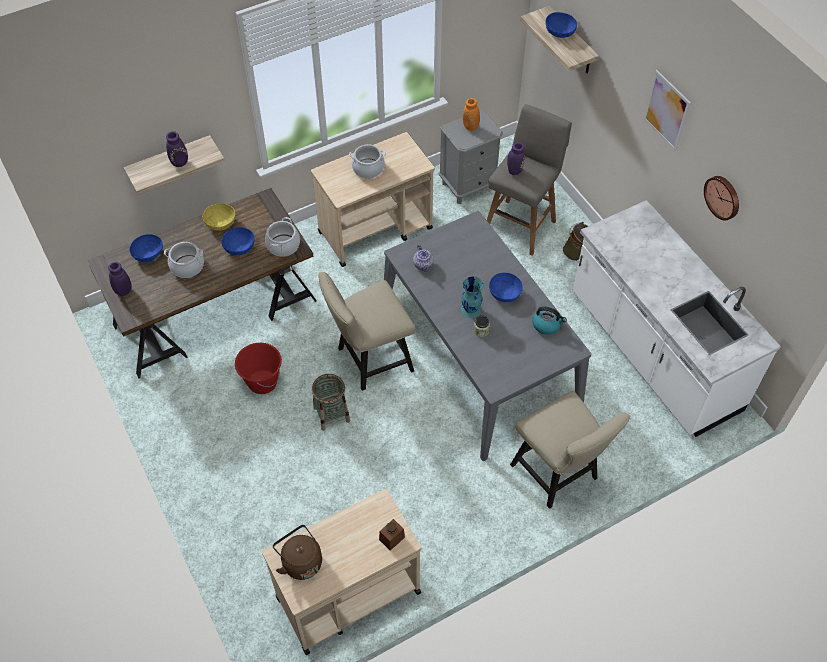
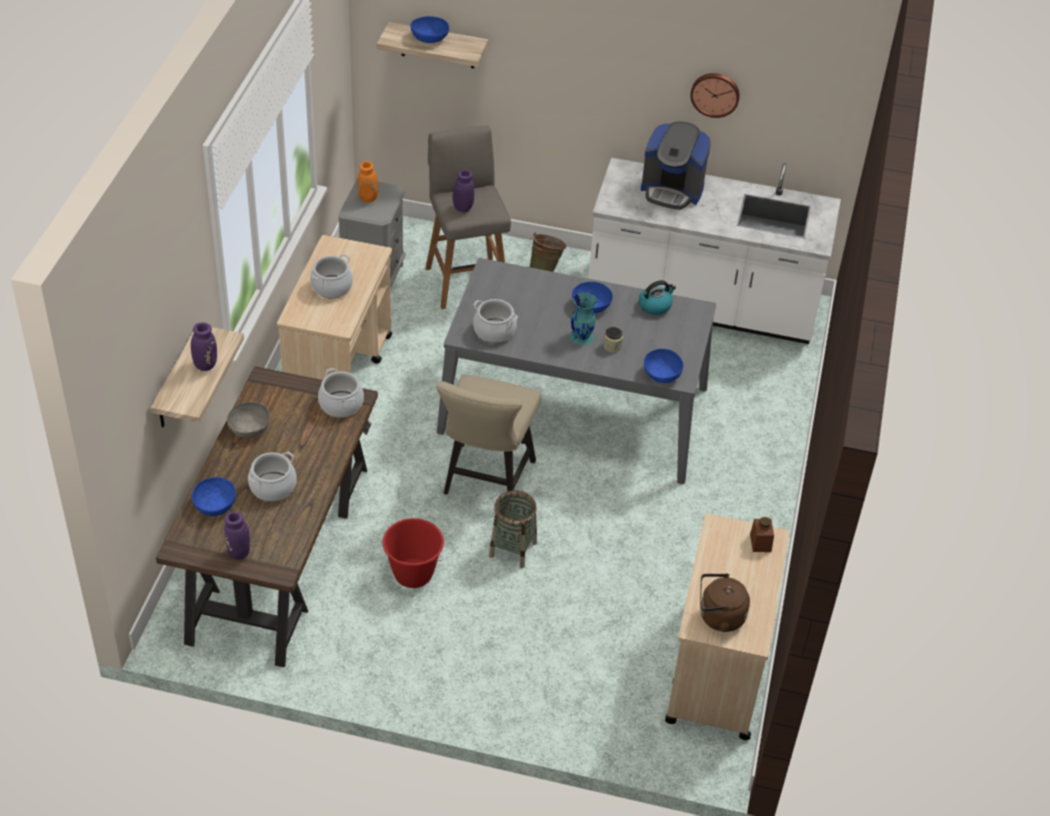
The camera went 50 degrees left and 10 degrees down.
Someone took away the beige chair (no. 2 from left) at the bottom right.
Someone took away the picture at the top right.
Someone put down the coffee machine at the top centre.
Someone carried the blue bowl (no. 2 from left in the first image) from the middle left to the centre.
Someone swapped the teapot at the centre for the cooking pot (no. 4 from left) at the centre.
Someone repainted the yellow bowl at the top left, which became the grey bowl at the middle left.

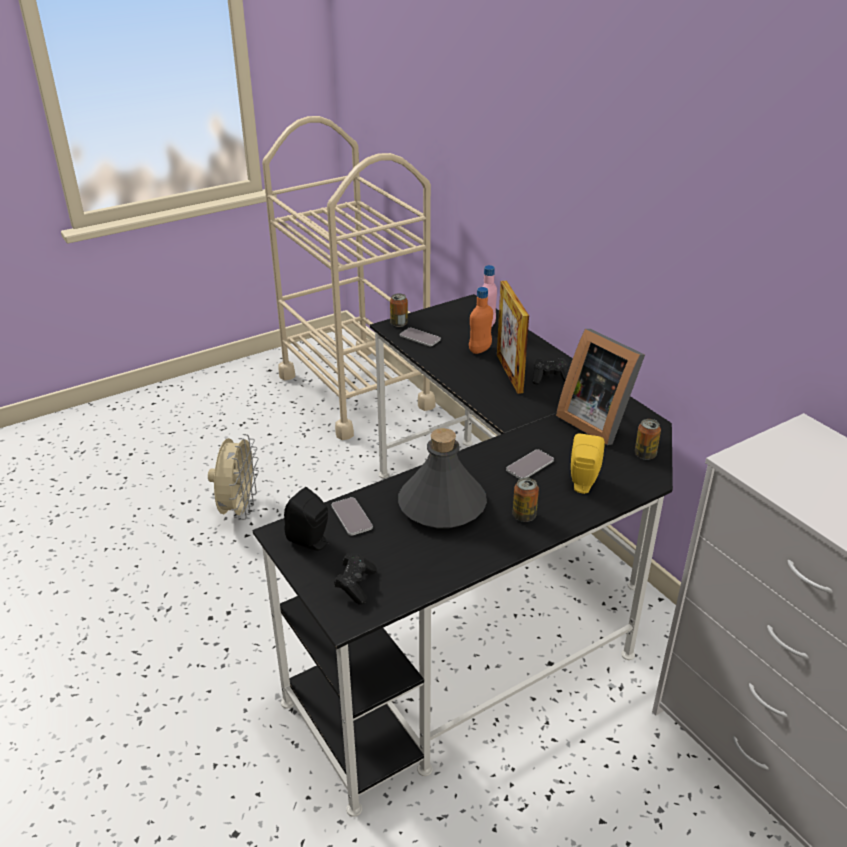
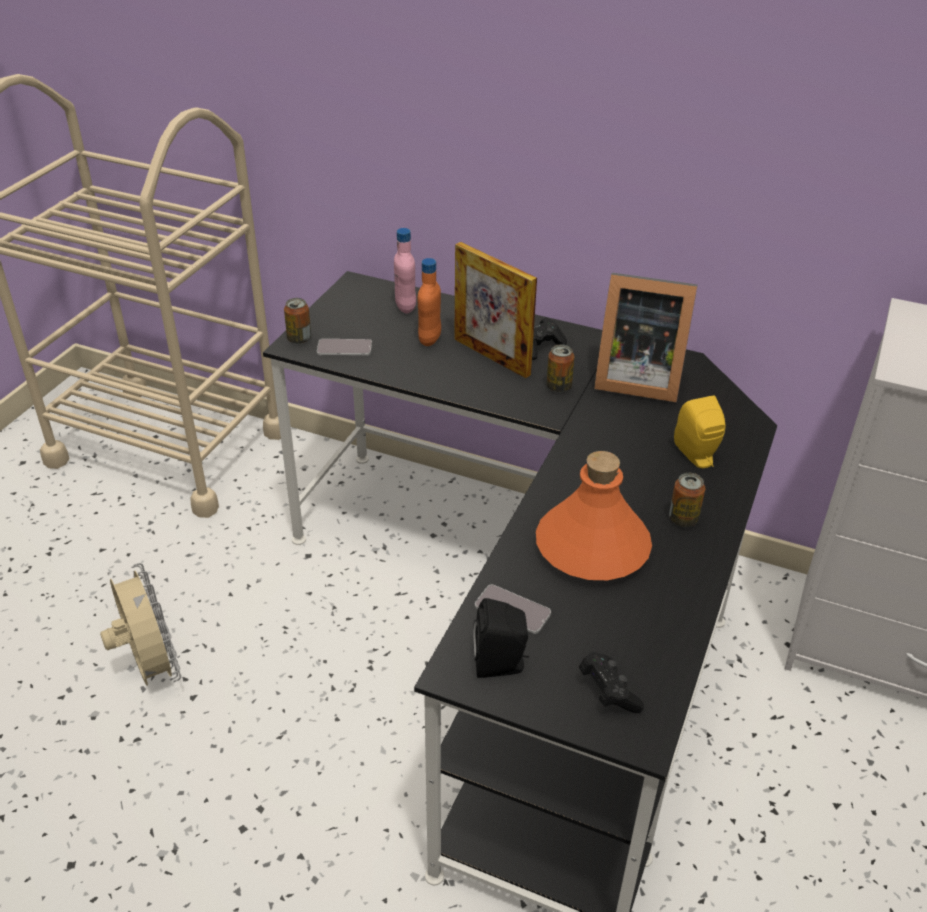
The camera went 35 degrees left and 5 degrees up.
Someone took away the phone (no. 3 from left) at the centre.
Someone carried the can (no. 3 from left in the first image) from the middle right to the centre.
Someone repainted the grey bottle at the centre, which became the orange bottle (no. 2 from left) at the centre.

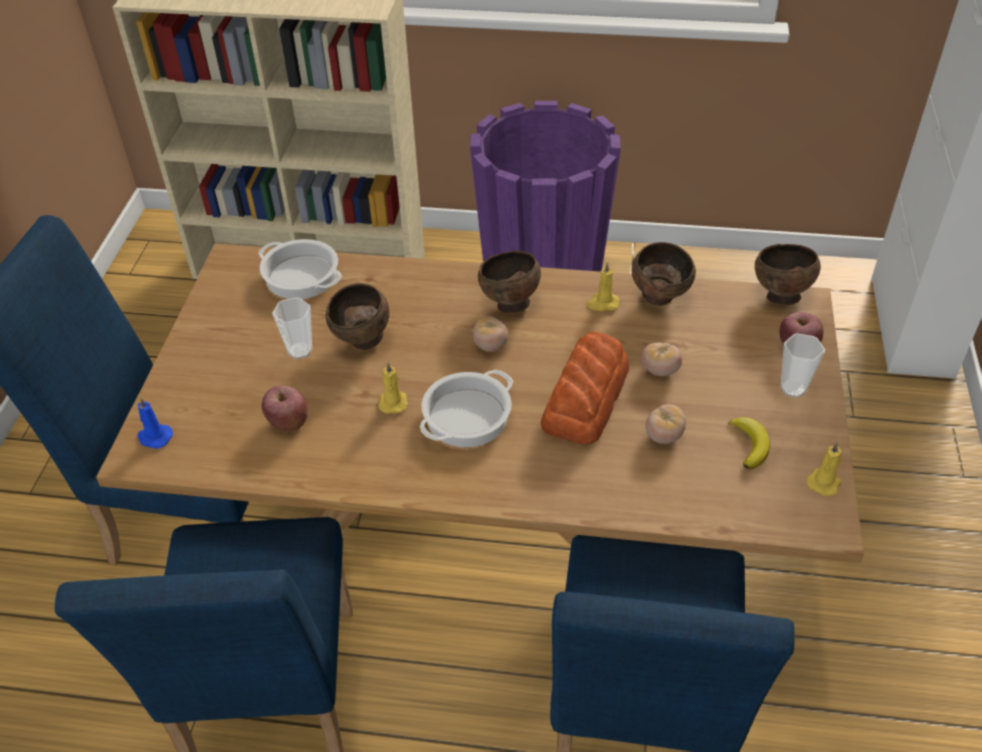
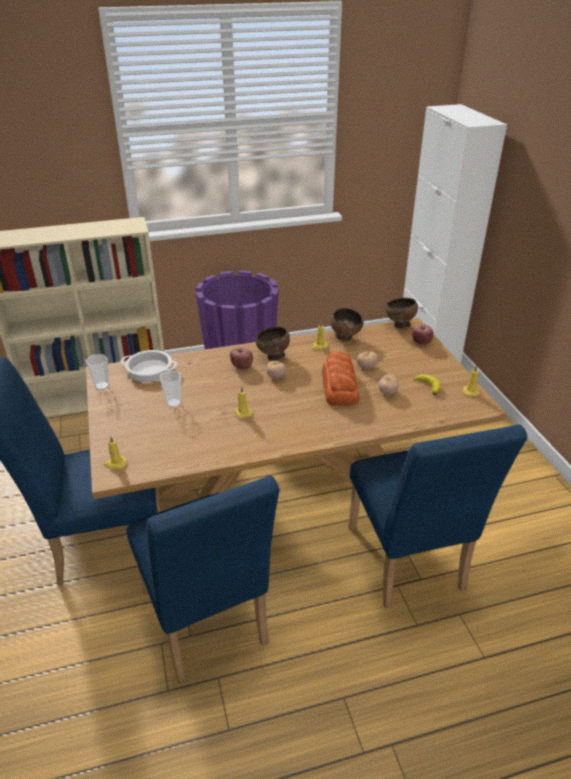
The camera went 25 degrees left and 10 degrees down.
Someone took away the brown bowl (no. 1 from left) at the centre.
Someone took away the cooking pot (no. 2 from left) at the centre.
Someone carried the apple (no. 1 from left) from the middle left to the centre.
Someone carried the cup (no. 2 from left in the first image) from the middle right to the middle left.
Someone repainted the blue candle at the middle left, which became the yellow candle (no. 1 from left) at the middle left.

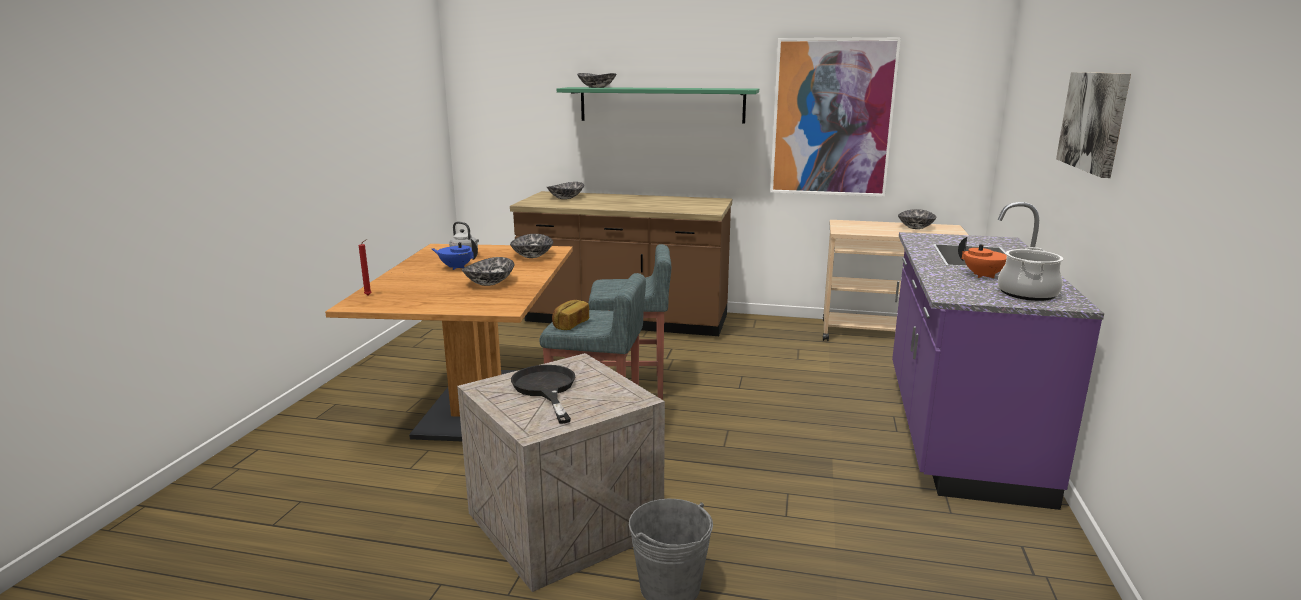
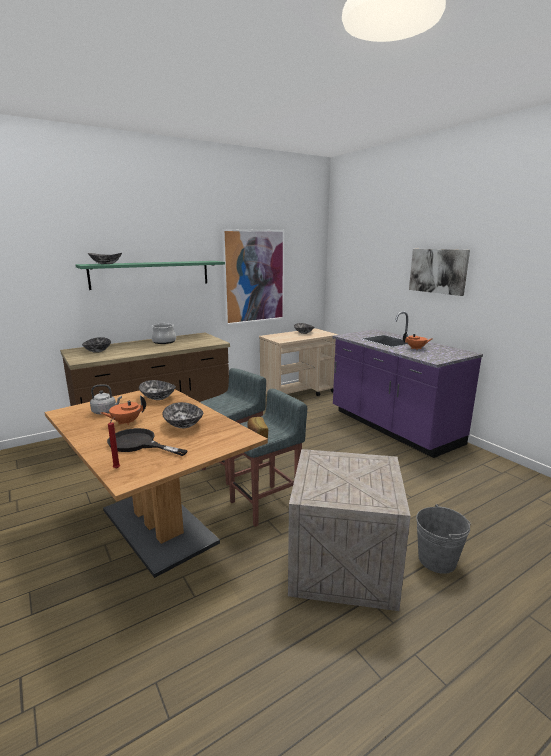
The camera went 45 degrees left and 0 degrees up.
Someone carried the black frying pan from the centre to the middle left.
Someone carried the cooking pot from the middle right to the middle left.
Someone repainted the blue teapot at the centre, which became the orange teapot (no. 1 from left) at the middle left.

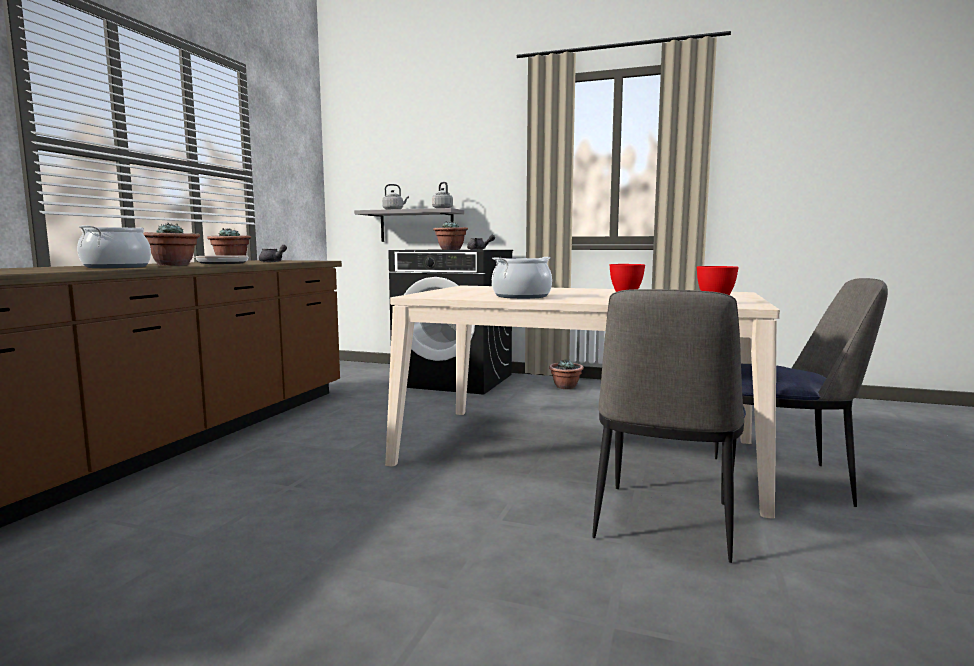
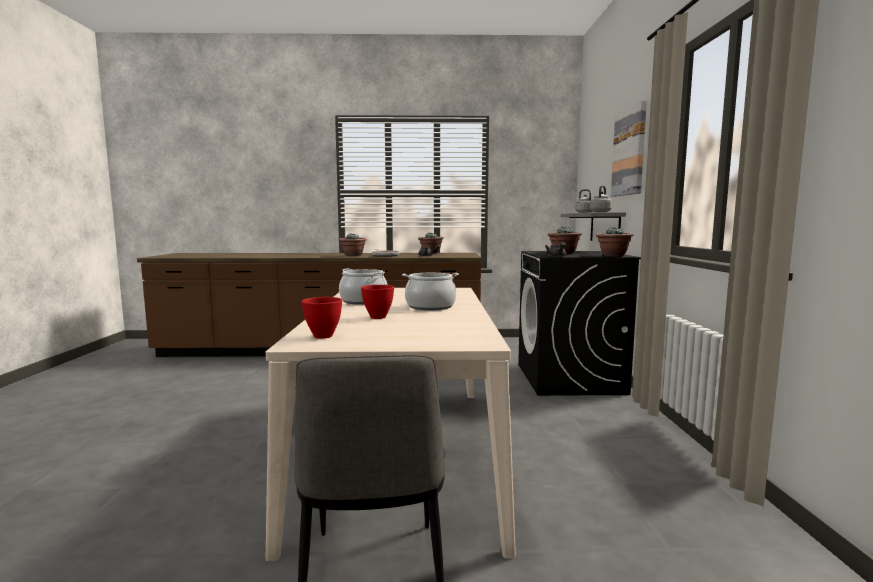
The camera went 70 degrees right and 0 degrees up.
Someone took away the chair (no. 1 from left) at the middle right.
Someone put up the picture at the top right.
Someone carried the cooking pot (no. 1 from left in the first image) from the middle left to the centre.
Someone carried the potted plant (no. 4 from left) from the centre to the middle right.

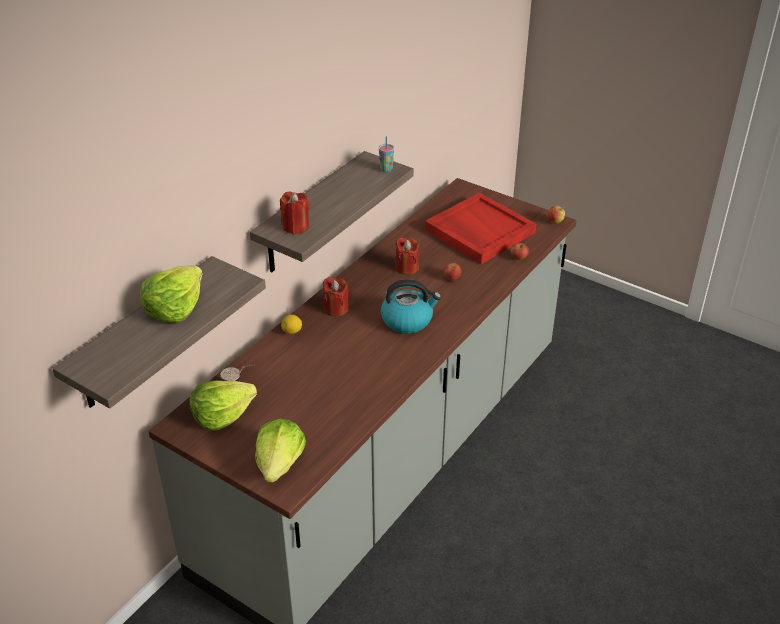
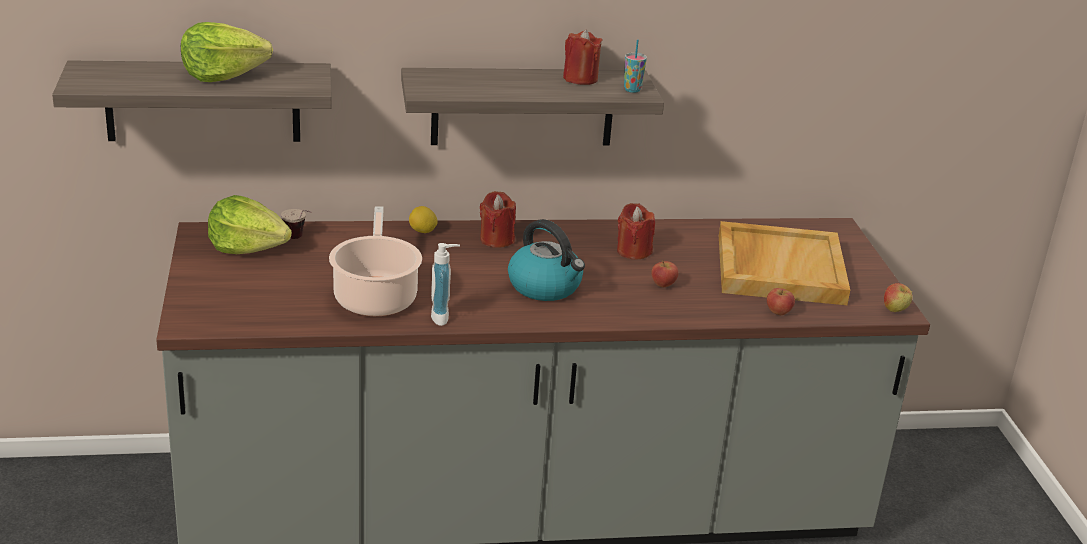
The camera went 45 degrees right and 10 degrees down.
Someone took away the lettuce (no. 3 from left) at the bottom centre.
Someone put down the cooking pot at the centre.
Someone put down the soap dispenser at the centre.
Someone carried the red candle (no. 1 from left in the first image) from the centre to the top centre.
Someone repainted the red tray at the centre, which became the beige tray at the middle right.

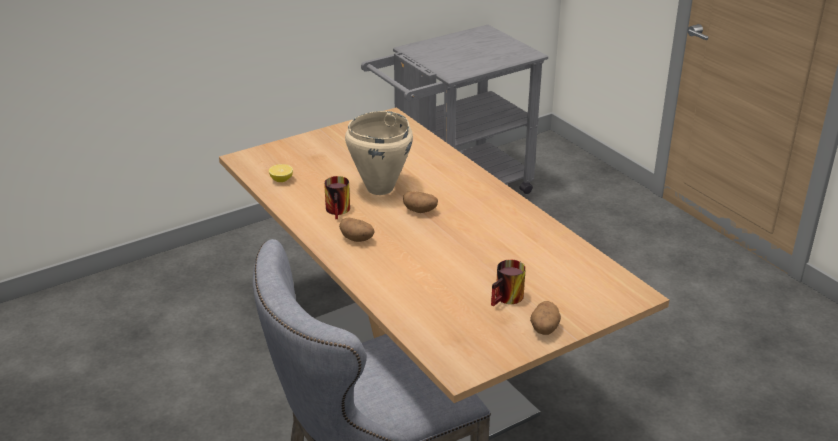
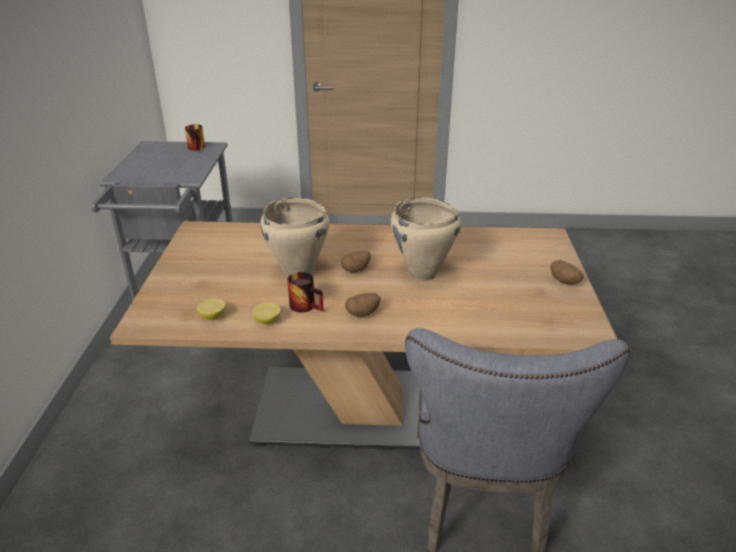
The camera went 55 degrees left and 0 degrees up.
Someone put down the lemon (no. 2 from left) at the centre.
Someone put down the beige cooking pot (no. 2 from left) at the centre.
Someone carried the mug (no. 2 from left in the first image) from the centre to the top left.

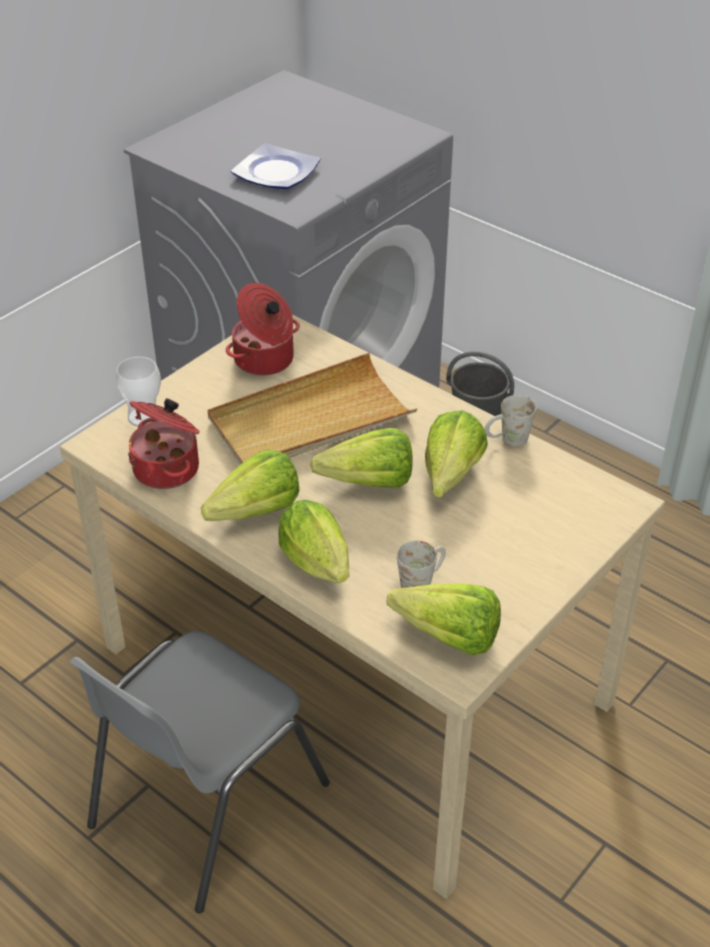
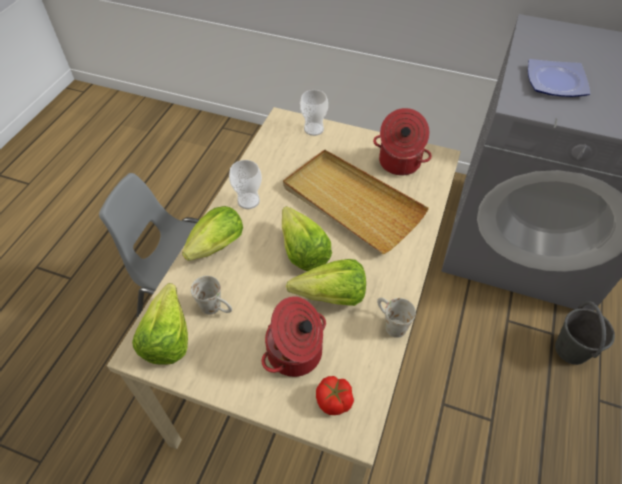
The camera went 70 degrees right and 10 degrees up.
Someone put down the tomato at the bottom centre.
Someone carried the cooking pot (no. 1 from left) from the middle left to the bottom centre.
Someone swapped the lettuce (no. 1 from left) at the centre for the cup (no. 1 from left) at the centre.

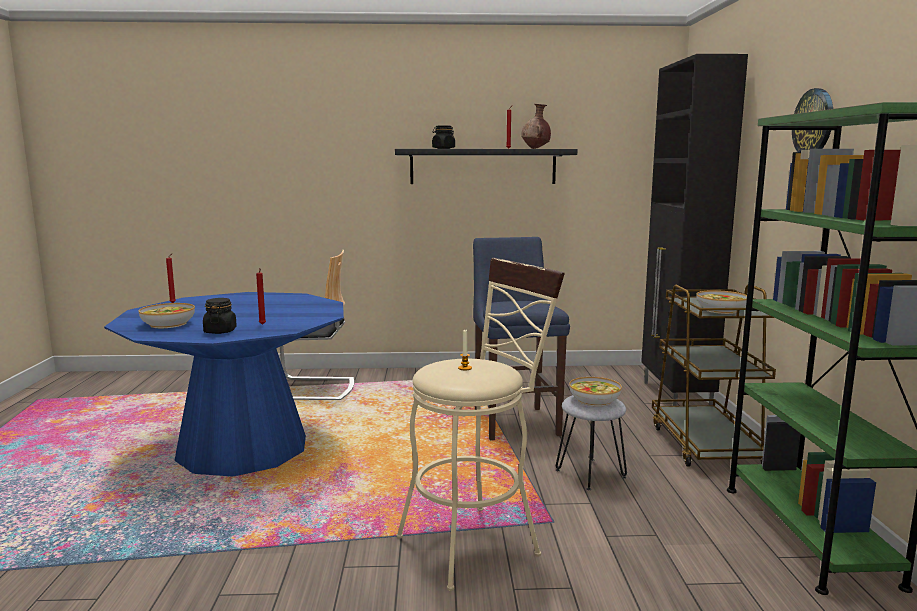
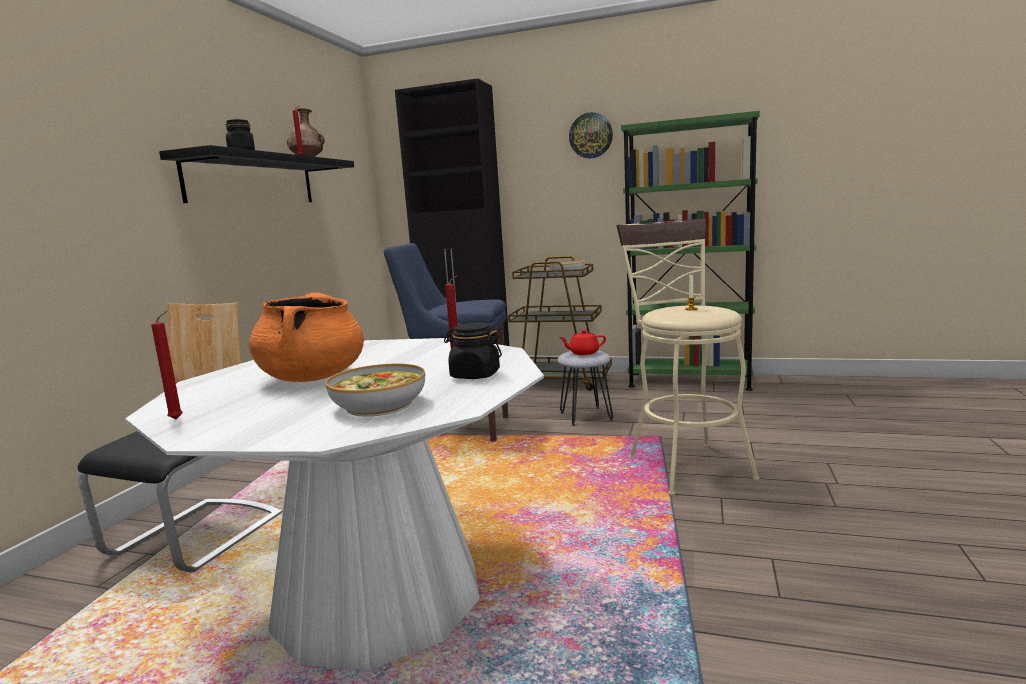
The camera went 70 degrees left and 0 degrees up.
Someone put down the orange cooking pot at the middle left.
Someone swapped the bowl (no. 2 from left) at the centre for the red teapot at the centre.
Someone repainted the blue dining table at the middle left, which became the white dining table at the bottom left.

